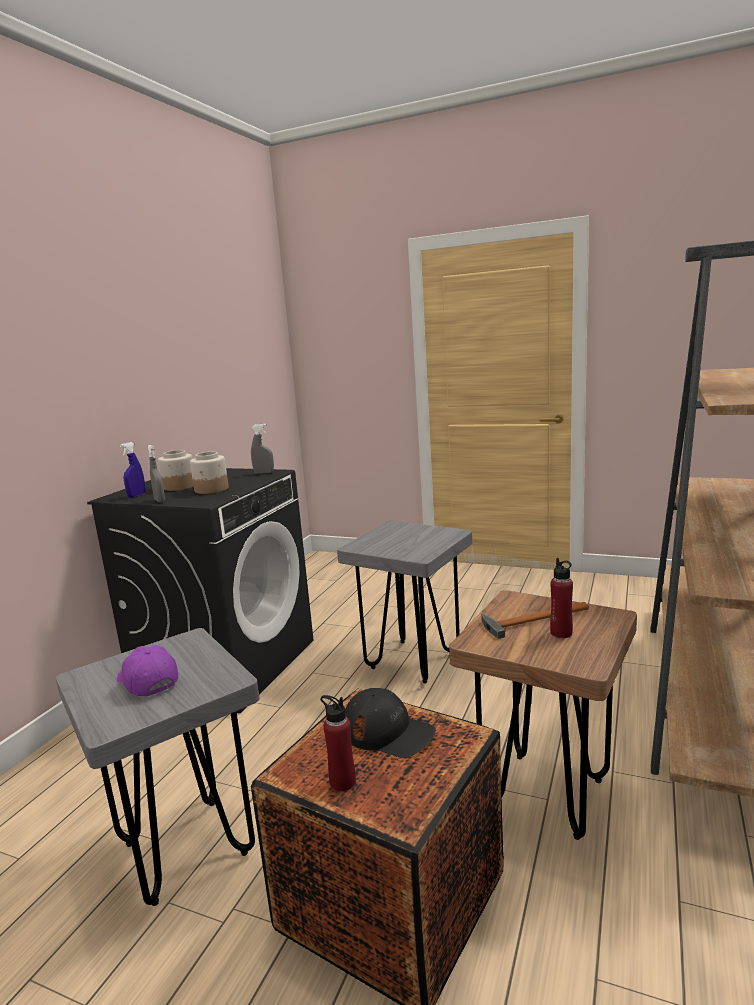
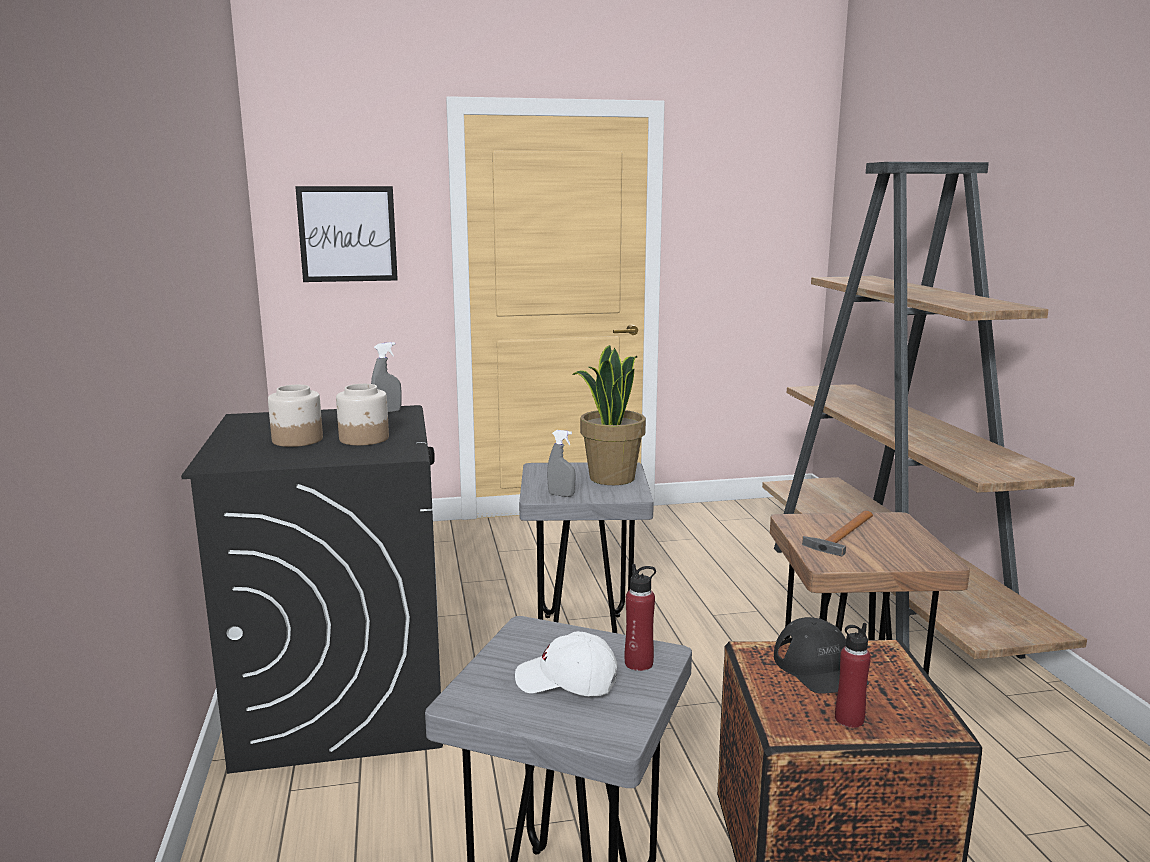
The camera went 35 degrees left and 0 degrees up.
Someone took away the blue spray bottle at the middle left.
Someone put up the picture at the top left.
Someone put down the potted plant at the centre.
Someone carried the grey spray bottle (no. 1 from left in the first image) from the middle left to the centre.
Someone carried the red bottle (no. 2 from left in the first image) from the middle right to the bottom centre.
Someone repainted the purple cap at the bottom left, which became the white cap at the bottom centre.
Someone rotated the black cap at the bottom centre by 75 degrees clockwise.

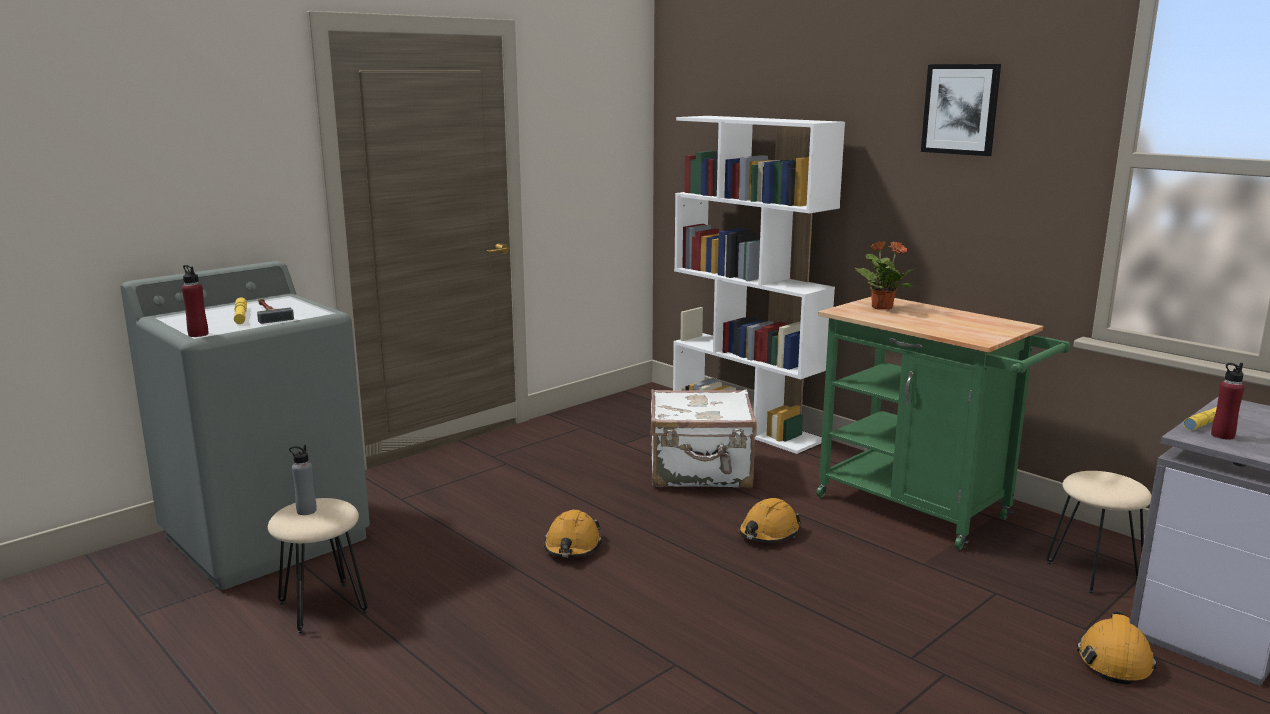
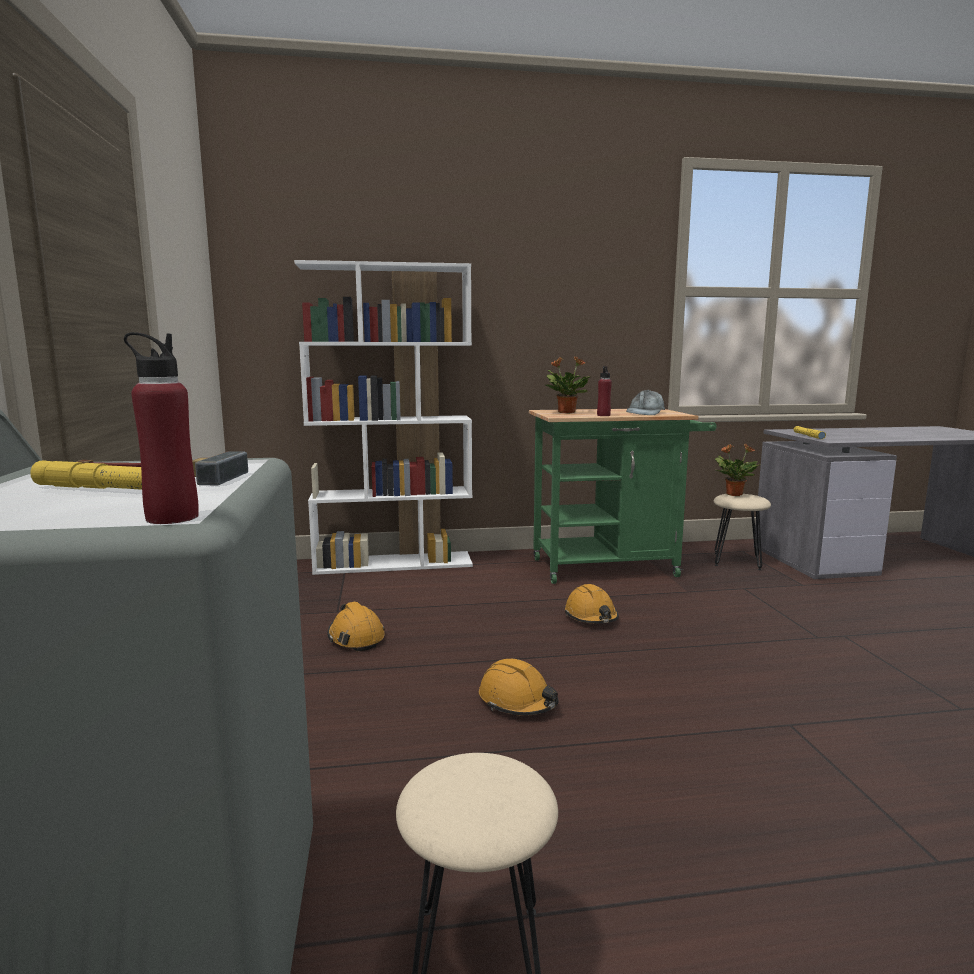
The camera went 55 degrees left and 5 degrees down.
Someone took away the grey bottle at the bottom left.
Someone took away the white suitcase at the centre.
Someone took away the picture at the top right.
Someone put down the grey cap at the centre.
Someone put down the potted plant (no. 2 from left) at the middle right.
Someone carried the orange hard hat (no. 3 from left in the first image) from the bottom right to the centre.
Someone carried the red bottle (no. 2 from left) from the middle right to the centre.

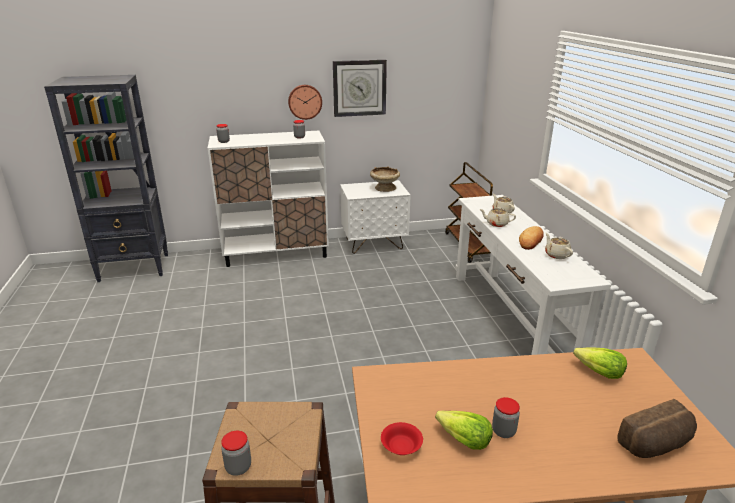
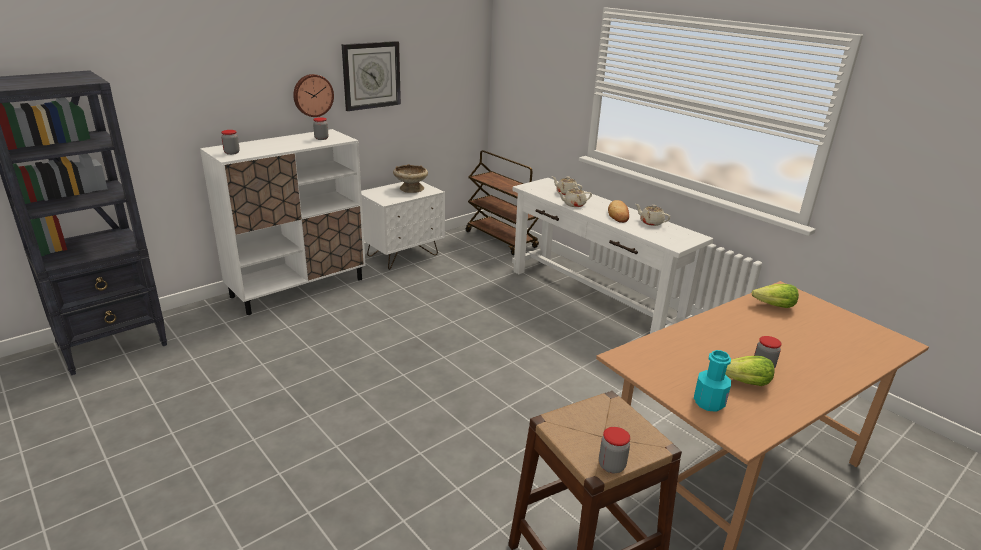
The camera went 30 degrees left and 0 degrees up.
Someone took away the bread (no. 2 from left) at the bottom right.
Someone swapped the red bowl at the bottom centre for the turquoise bottle at the bottom right.

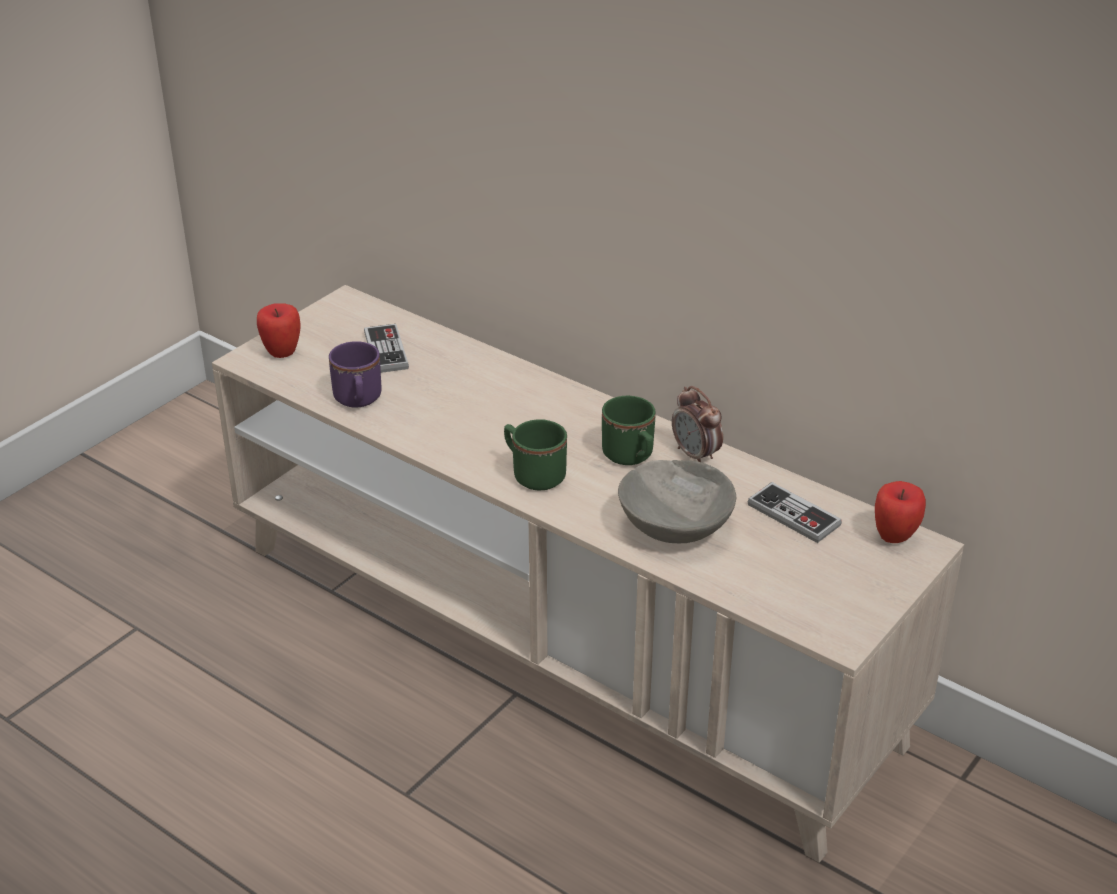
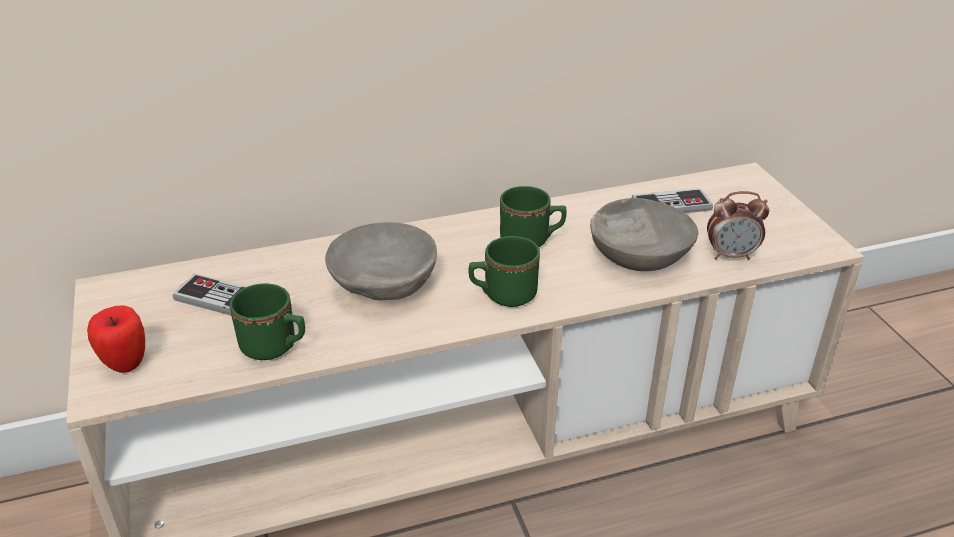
The camera went 55 degrees left and 0 degrees up.
Someone took away the apple (no. 2 from left) at the middle right.
Someone put down the grey bowl (no. 1 from left) at the centre.
Someone carried the alarm clock from the centre to the middle right.
Someone repainted the purple mug at the middle left, which became the green mug (no. 1 from left) at the middle left.

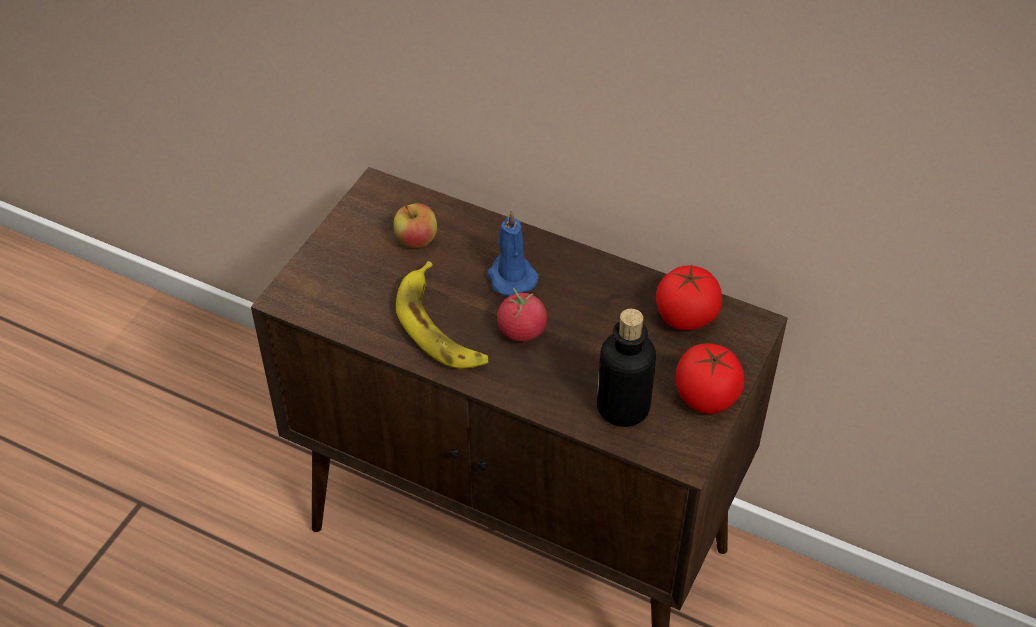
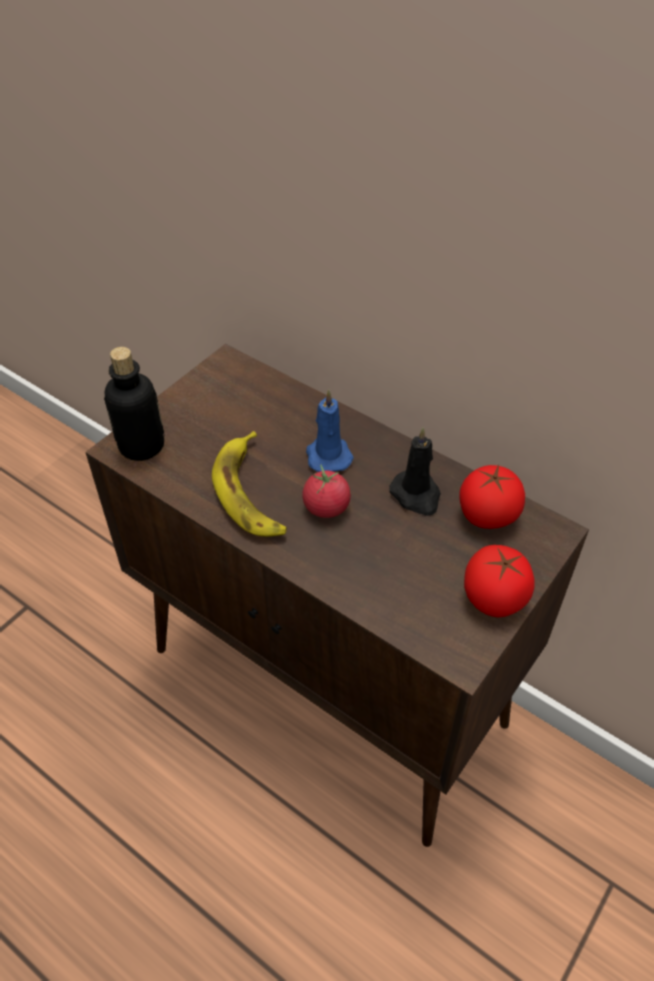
The camera went 10 degrees right and 0 degrees up.
Someone took away the apple at the centre.
Someone put down the black candle at the centre.
Someone carried the bottle from the centre to the middle left.

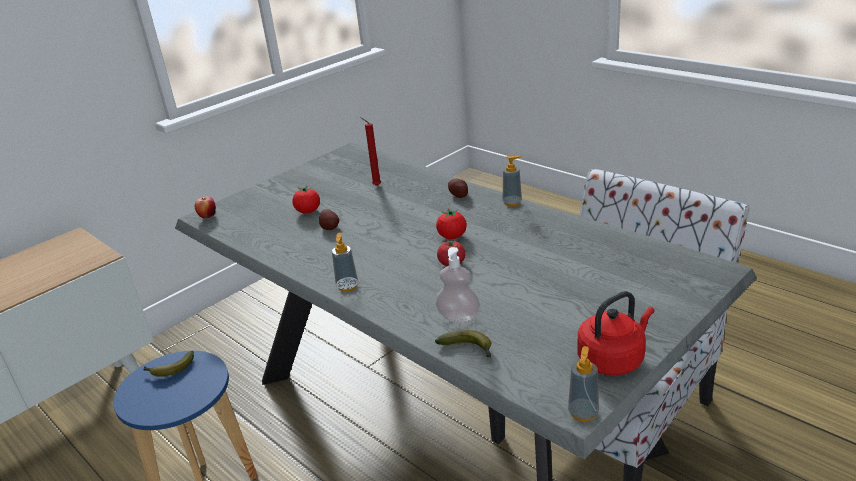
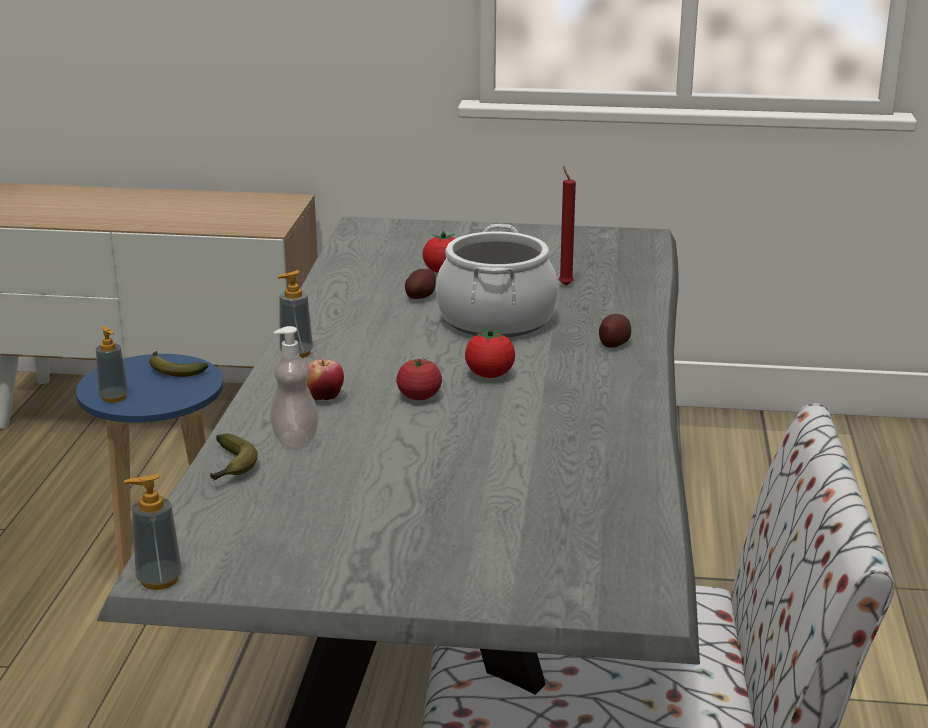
The camera went 50 degrees right and 5 degrees down.
Someone took away the red kettle at the bottom right.
Someone put down the cooking pot at the centre.
Someone carried the apple from the middle left to the centre.
Someone carried the soap dispenser (no. 3 from left in the first image) from the centre to the middle left.

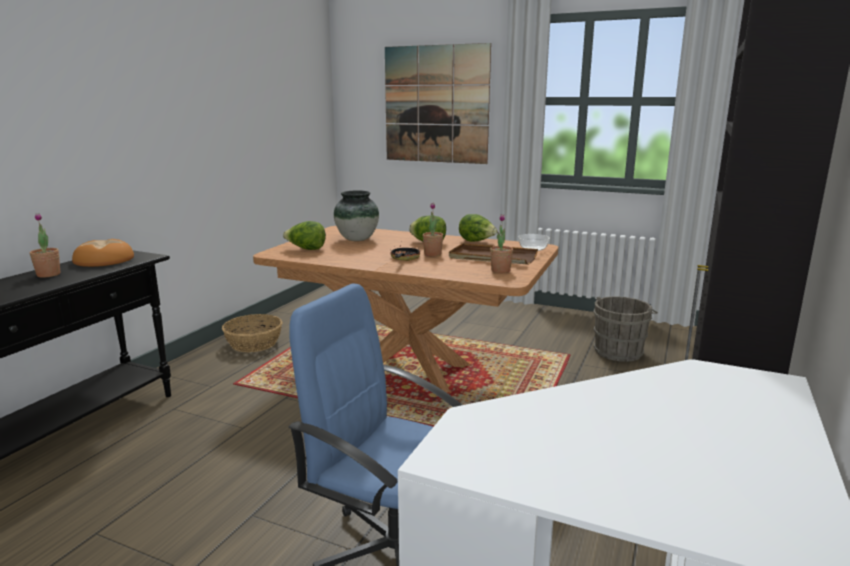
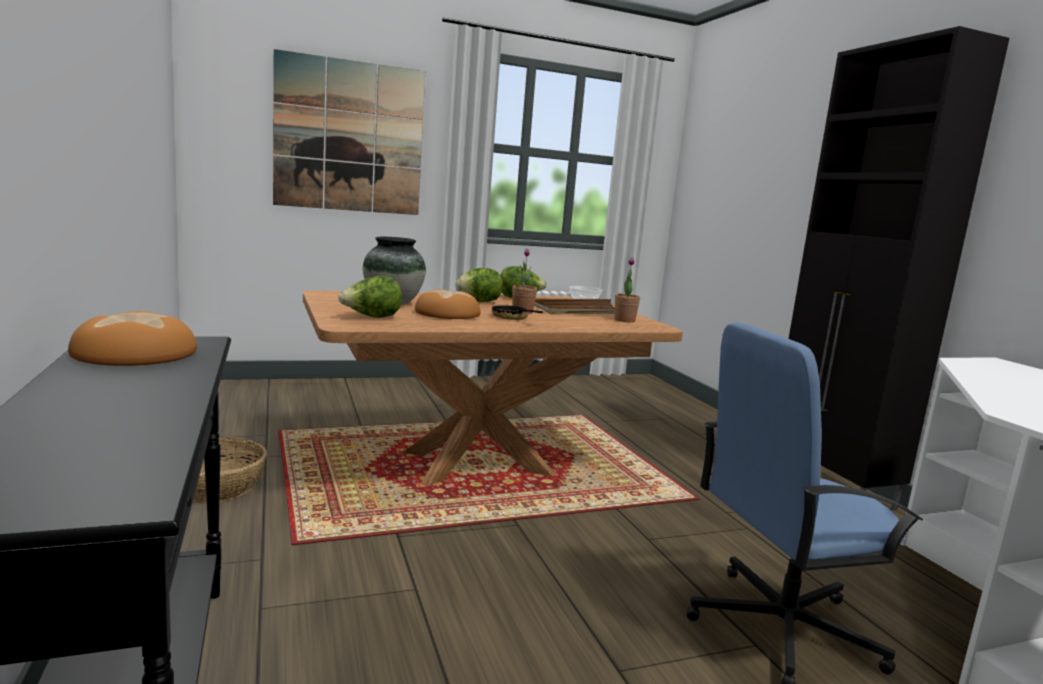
The camera went 45 degrees left and 5 degrees down.
Someone took away the potted plant (no. 1 from left) at the middle left.
Someone took away the grey bucket at the middle right.
Someone put down the bread (no. 2 from left) at the centre.

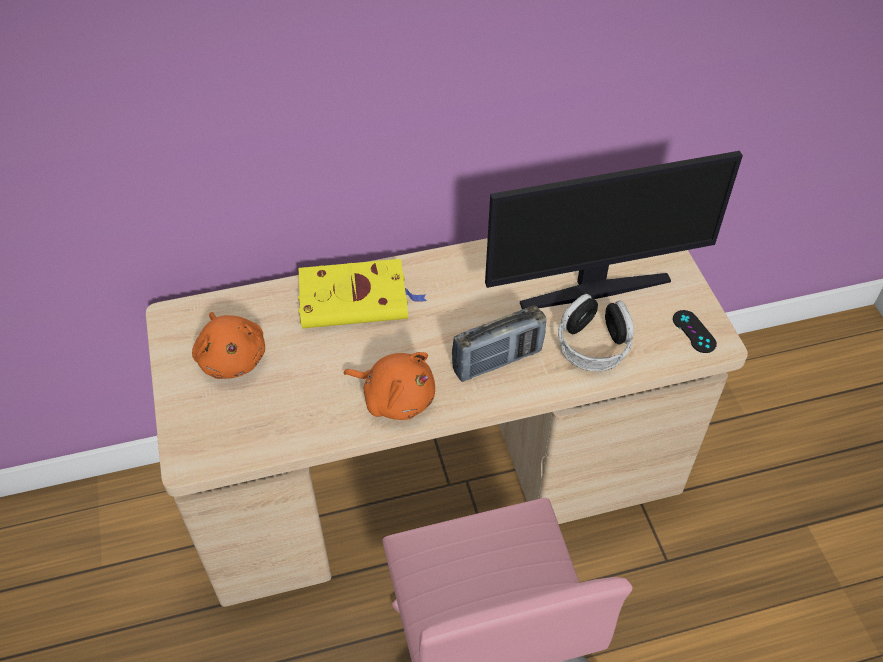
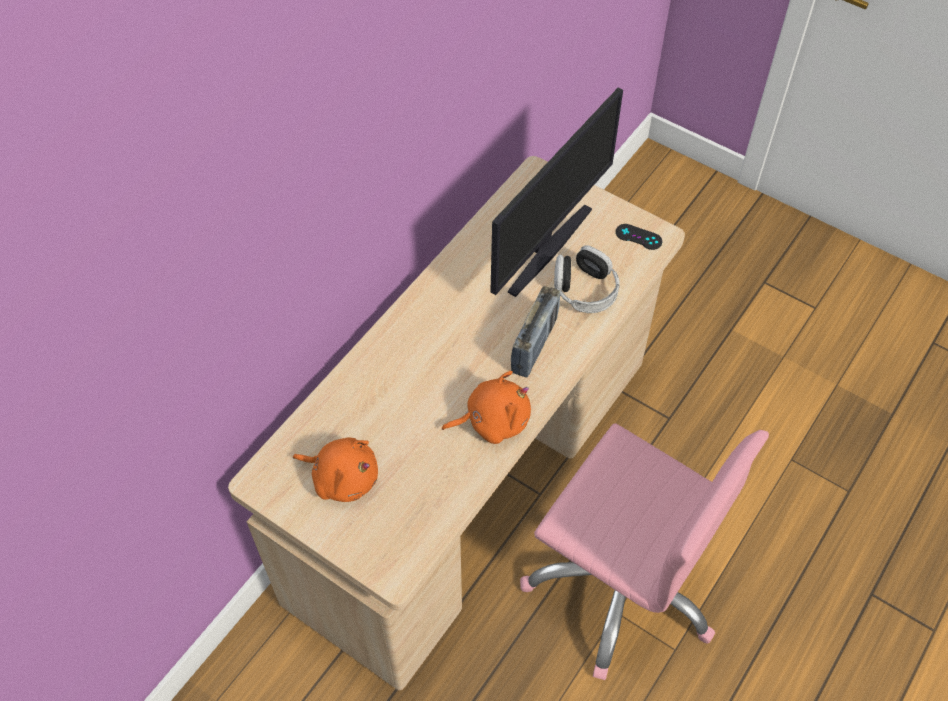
The camera went 40 degrees left and 5 degrees up.
Someone took away the yellow book at the centre.

